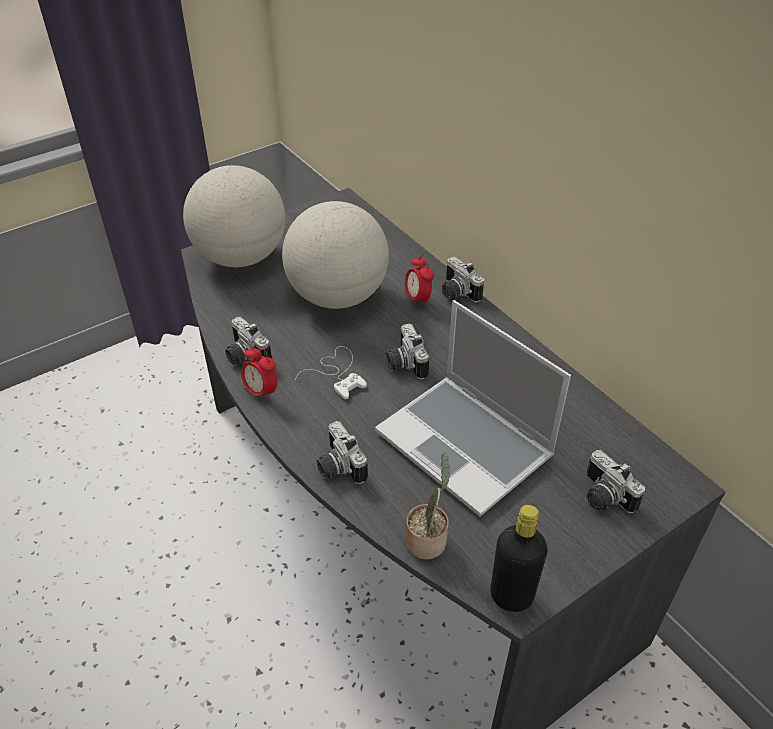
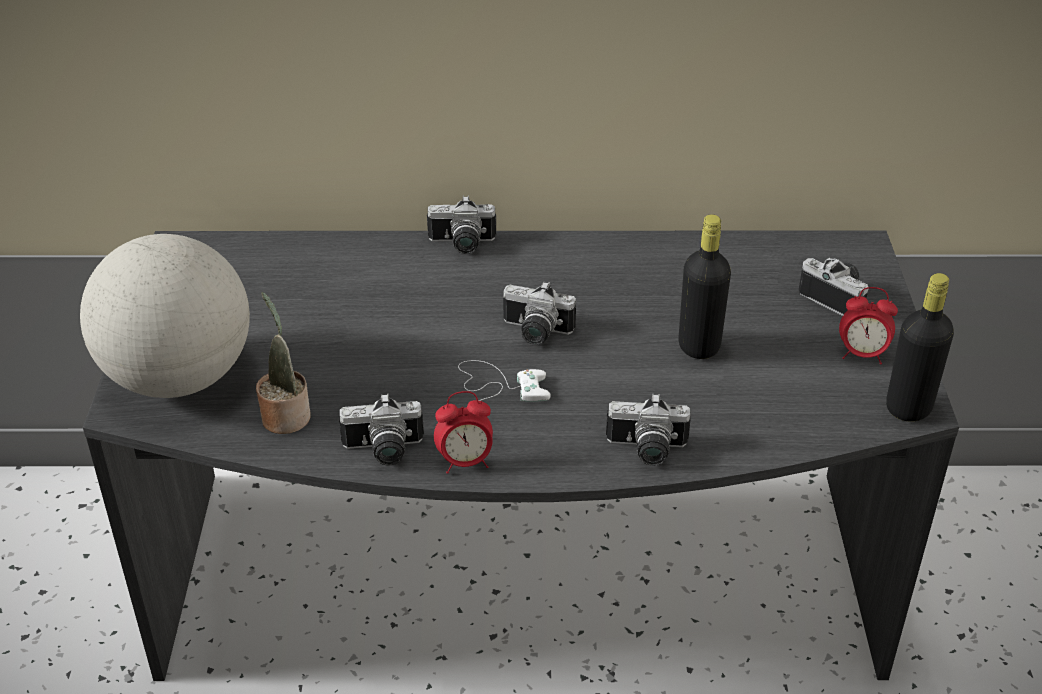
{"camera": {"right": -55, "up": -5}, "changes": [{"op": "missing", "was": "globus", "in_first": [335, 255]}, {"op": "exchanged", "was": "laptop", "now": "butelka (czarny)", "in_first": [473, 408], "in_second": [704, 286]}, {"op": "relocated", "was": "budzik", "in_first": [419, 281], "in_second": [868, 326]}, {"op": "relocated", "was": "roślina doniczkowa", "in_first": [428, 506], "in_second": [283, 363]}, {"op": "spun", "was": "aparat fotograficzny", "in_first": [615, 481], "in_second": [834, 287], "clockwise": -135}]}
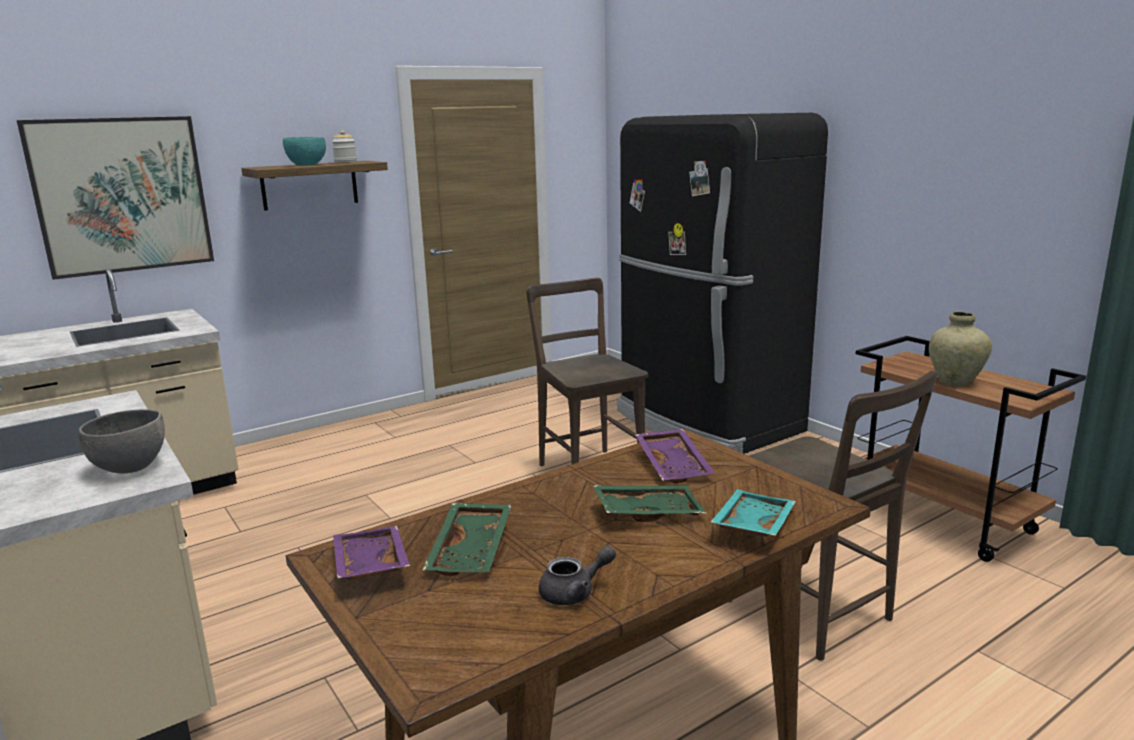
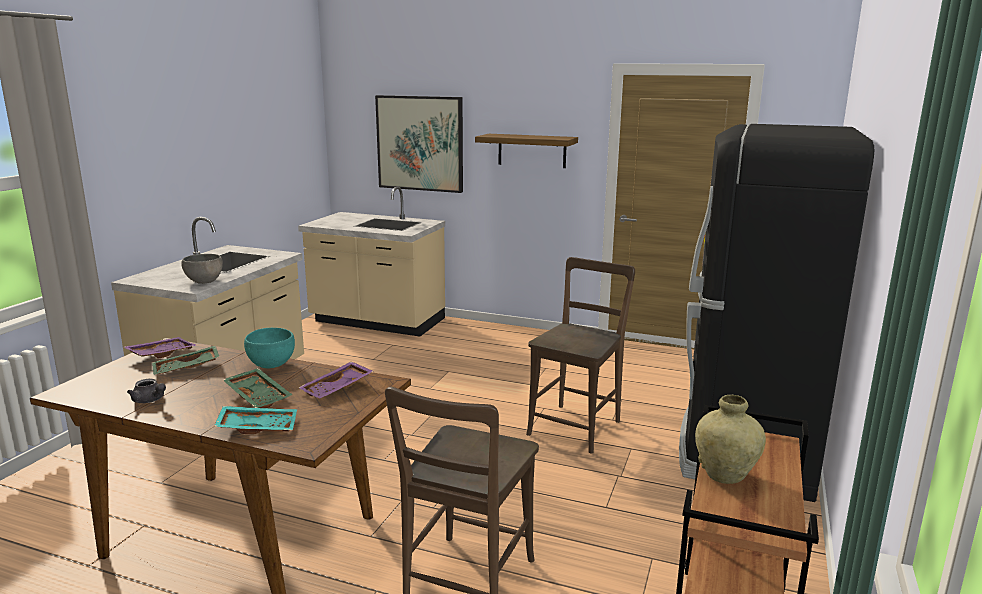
{"camera": {"right": 55, "up": 0}, "changes": [{"op": "relocated", "was": "miska (turkusowy)", "in_first": [304, 151], "in_second": [269, 348]}, {"op": "missing", "was": "słoik", "in_first": [344, 147]}]}
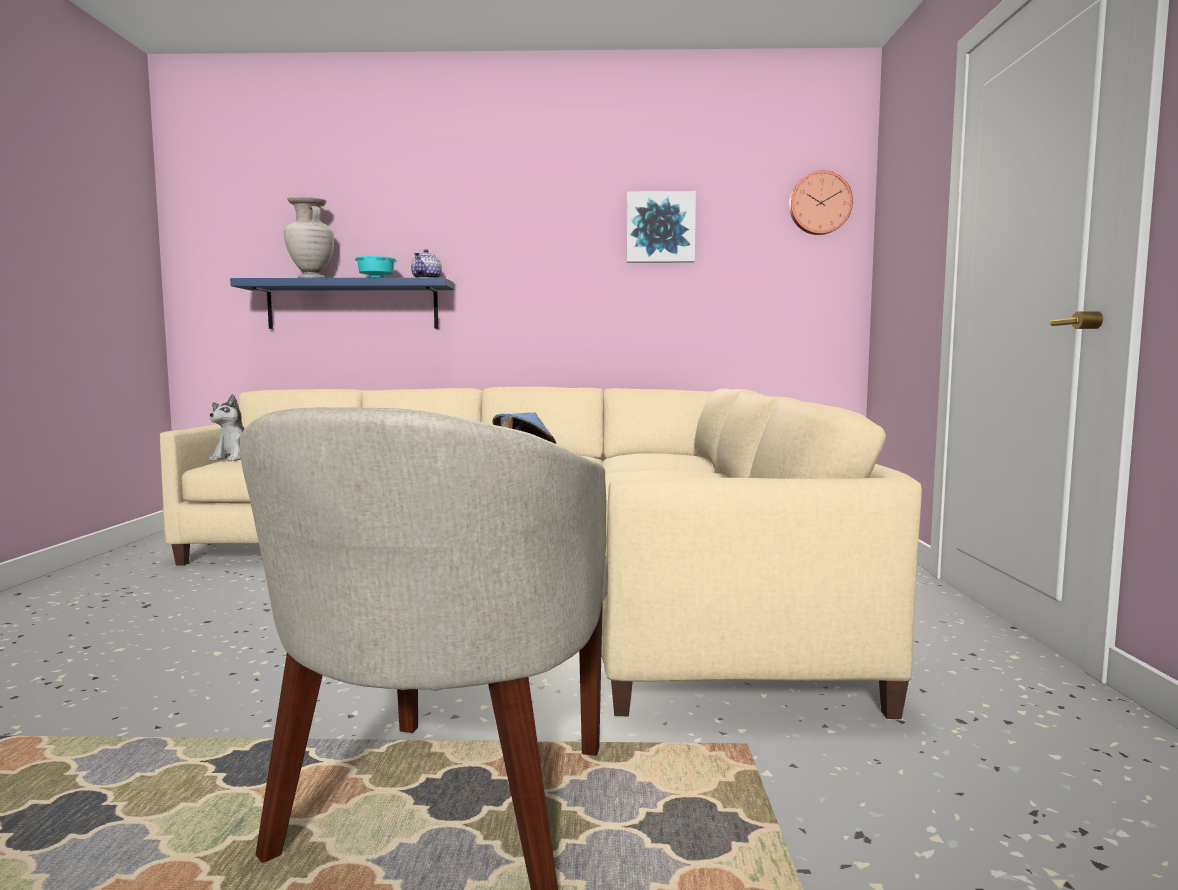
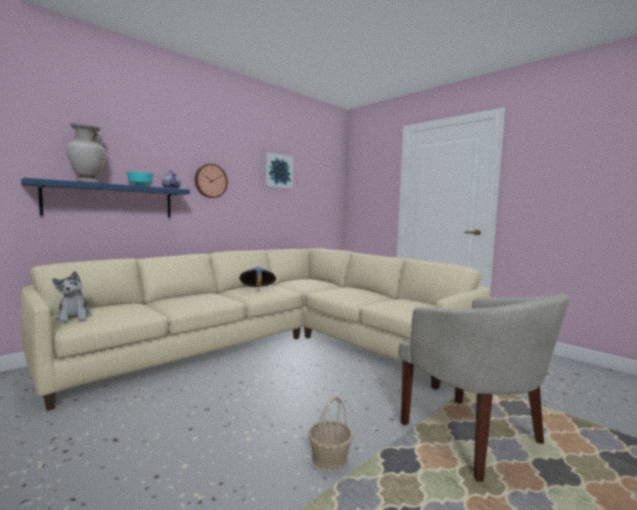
{"camera": {"right": -45, "up": 0}, "changes": [{"op": "relocated", "was": "zegar ścienny", "in_first": [821, 202], "in_second": [211, 181]}, {"op": "appeared", "now": "koszyk", "in_second": [331, 434]}]}
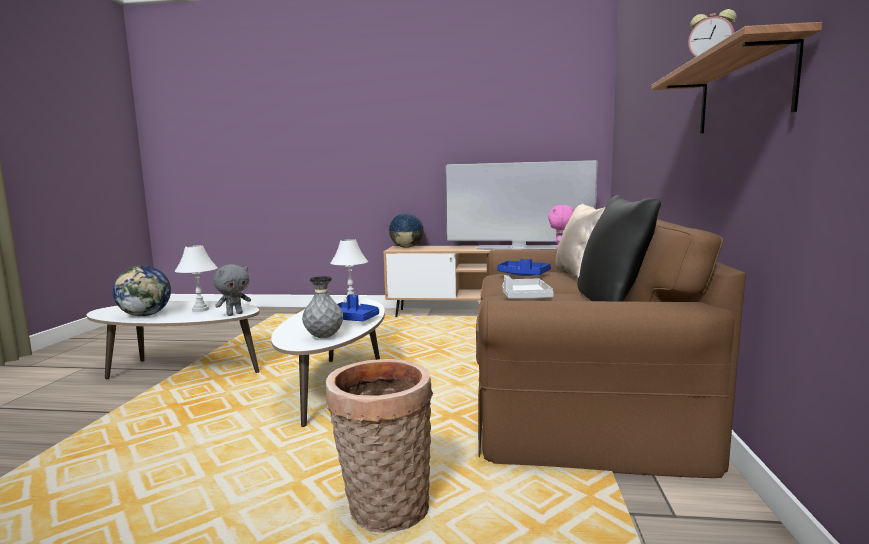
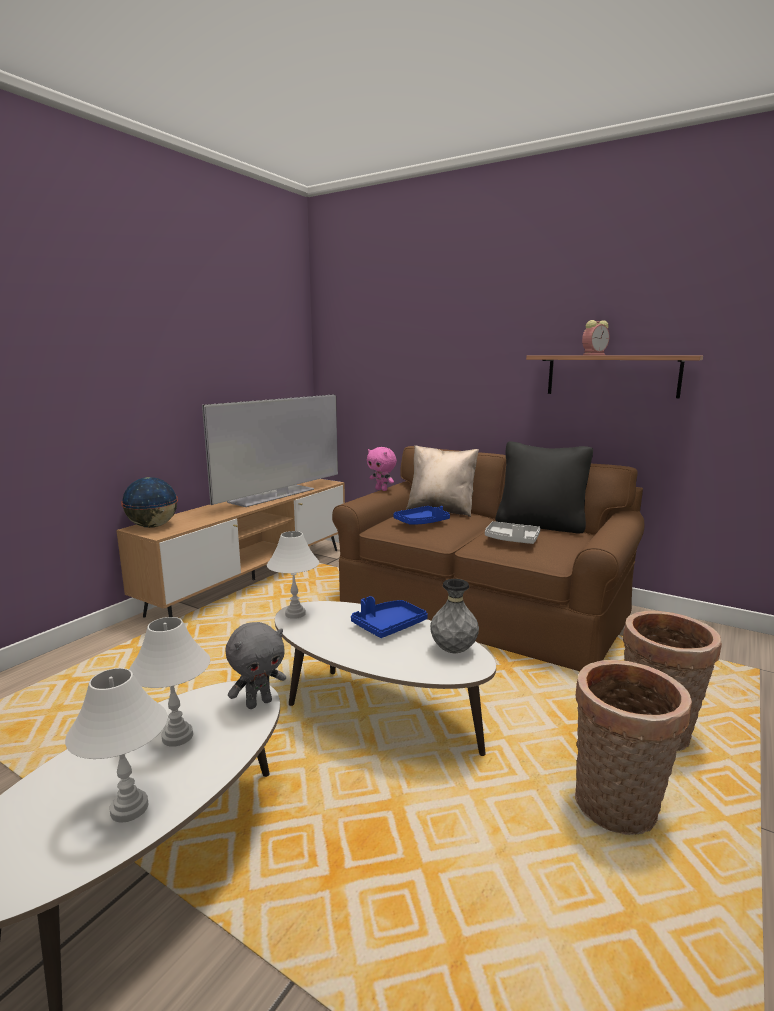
{"camera": {"right": -65, "up": 5}, "changes": [{"op": "exchanged", "was": "globus", "now": "lampa stołowa (biały)", "in_first": [142, 290], "in_second": [116, 745]}, {"op": "spun", "was": "pluszak (szary)", "in_first": [232, 290], "in_second": [256, 665], "clockwise": 75}, {"op": "appeared", "now": "koszyk", "in_second": [633, 747]}]}
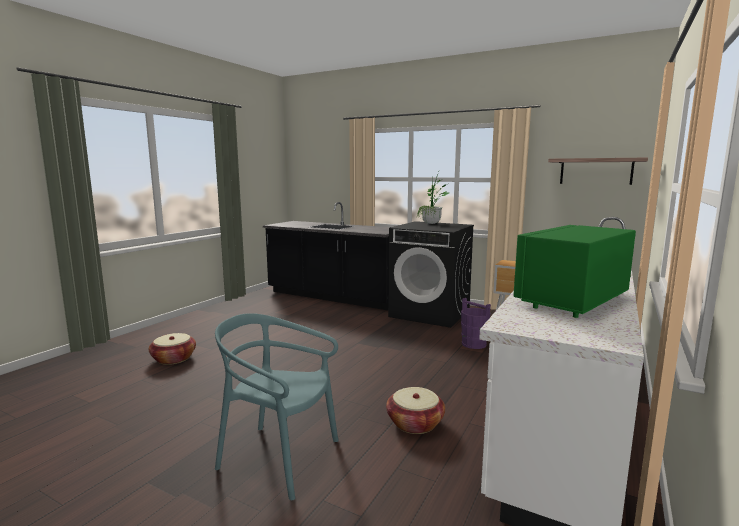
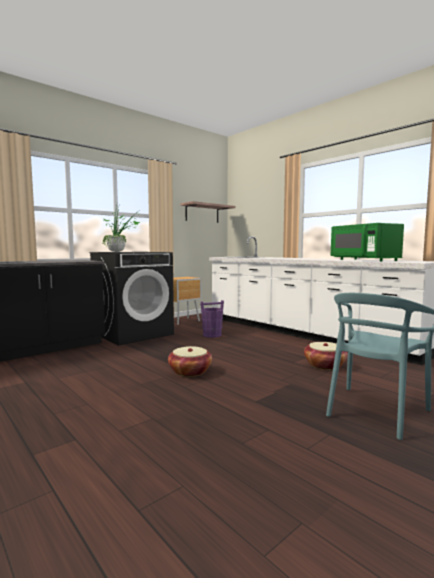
{"camera": {"right": -70, "up": -5}, "changes": [{"op": "relocated", "was": "koszyk", "in_first": [172, 349], "in_second": [190, 361]}]}
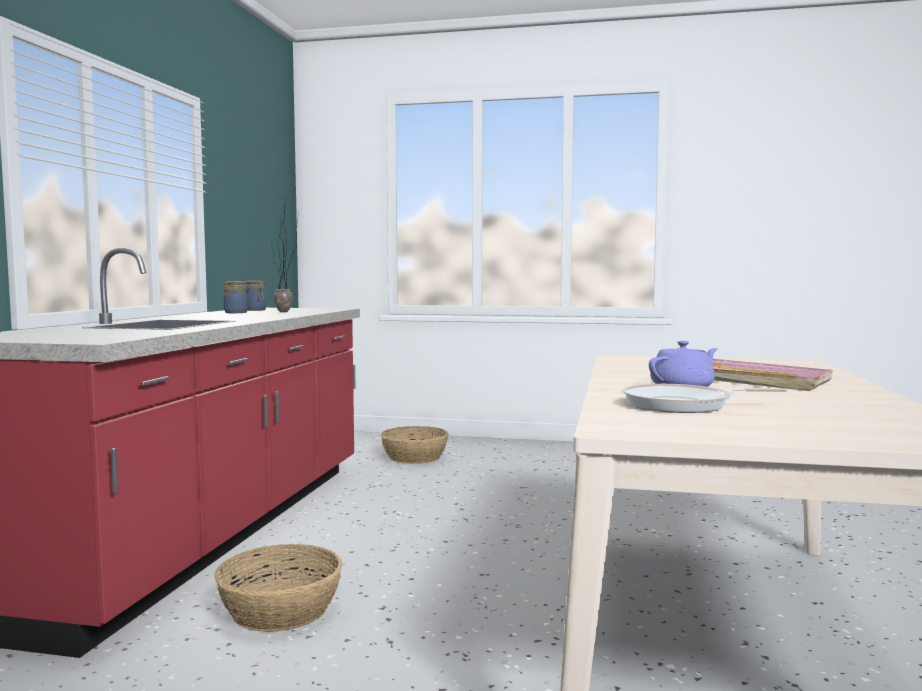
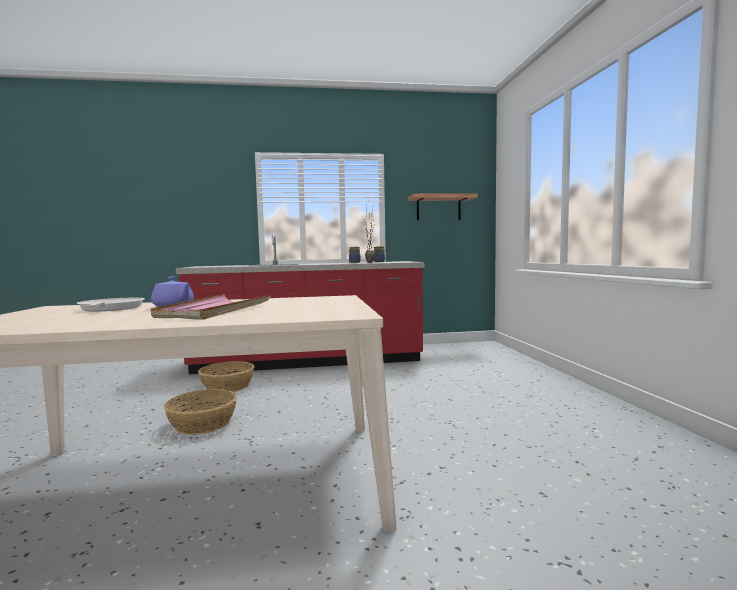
{"camera": {"right": 70, "up": 0}, "changes": [{"op": "relocated", "was": "koszyk", "in_first": [414, 445], "in_second": [200, 412]}, {"op": "appeared", "now": "półka", "in_second": [443, 206]}]}
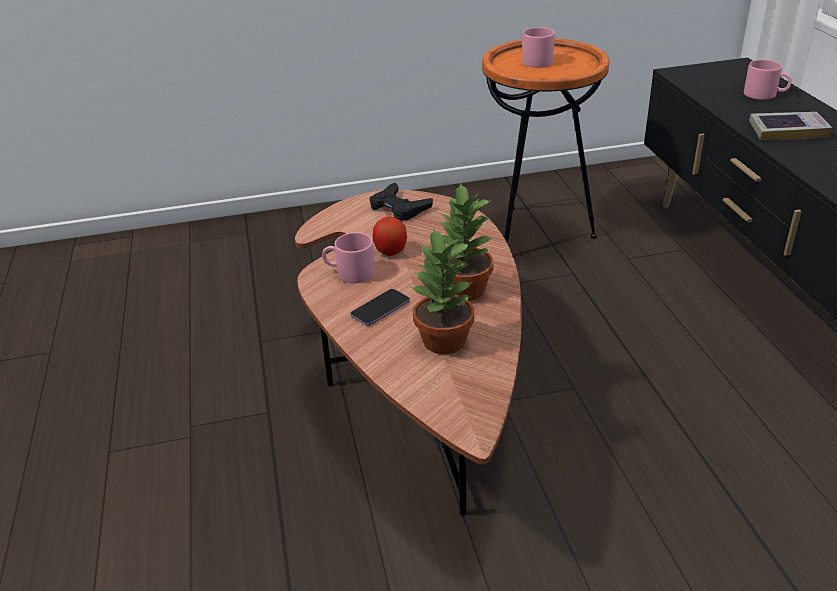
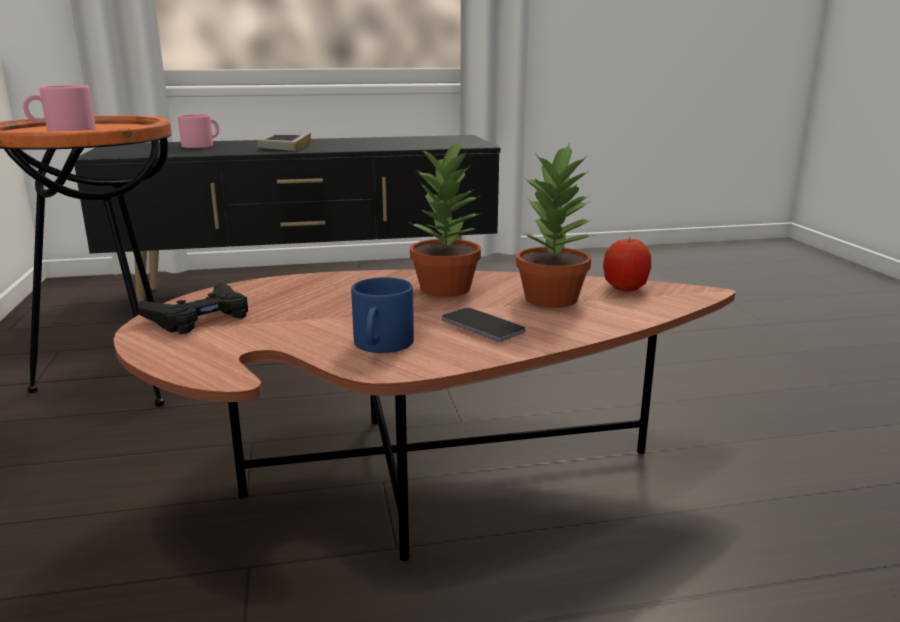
{"camera": {"right": -90, "up": -15}, "changes": [{"op": "colour", "was": "kubek (różowy)", "now": "kubek (niebieski)", "in_first": [348, 257], "in_second": [382, 315]}, {"op": "relocated", "was": "jabłko", "in_first": [390, 236], "in_second": [627, 264]}]}
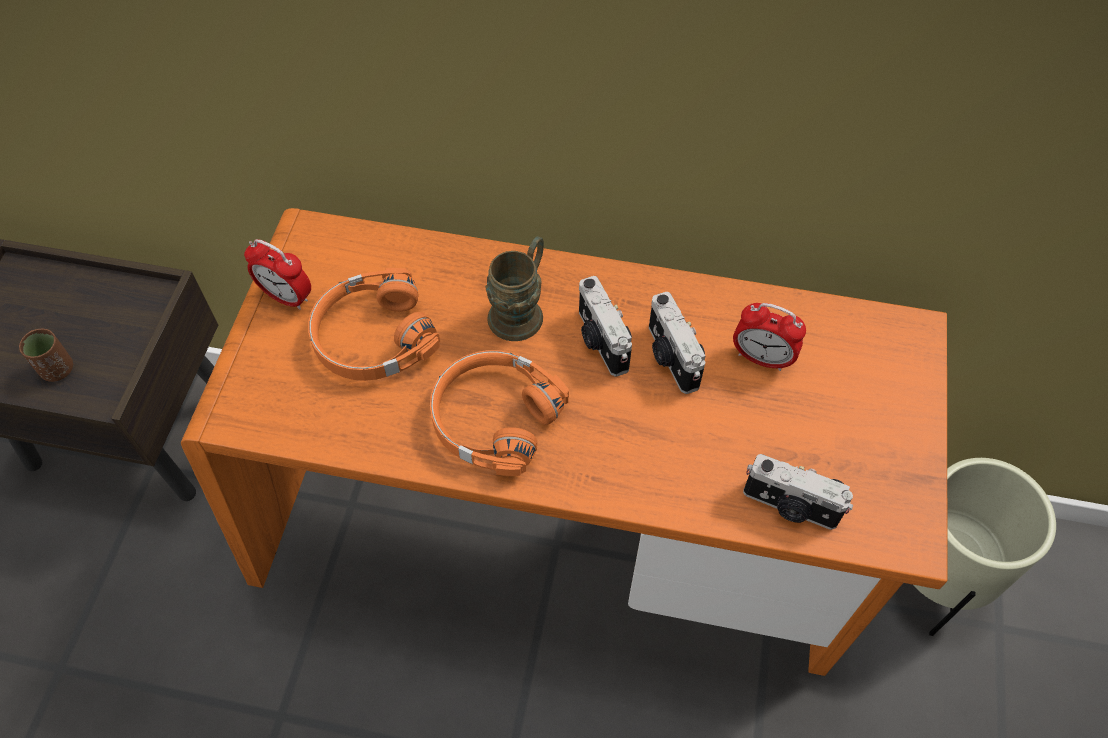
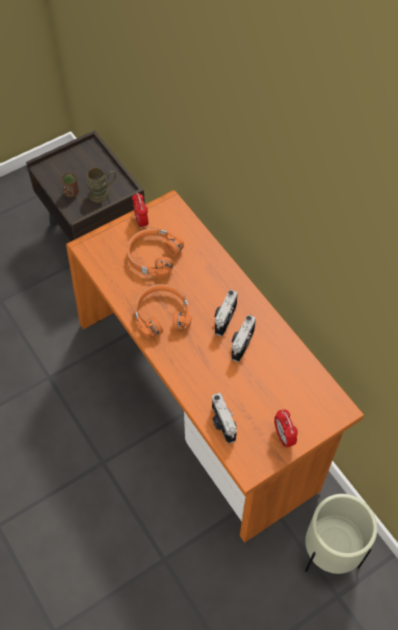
{"camera": {"right": 45, "up": 0}, "changes": [{"op": "relocated", "was": "kubek (brązowy)", "in_first": [514, 288], "in_second": [101, 185]}, {"op": "relocated", "was": "budzik", "in_first": [769, 337], "in_second": [286, 428]}]}
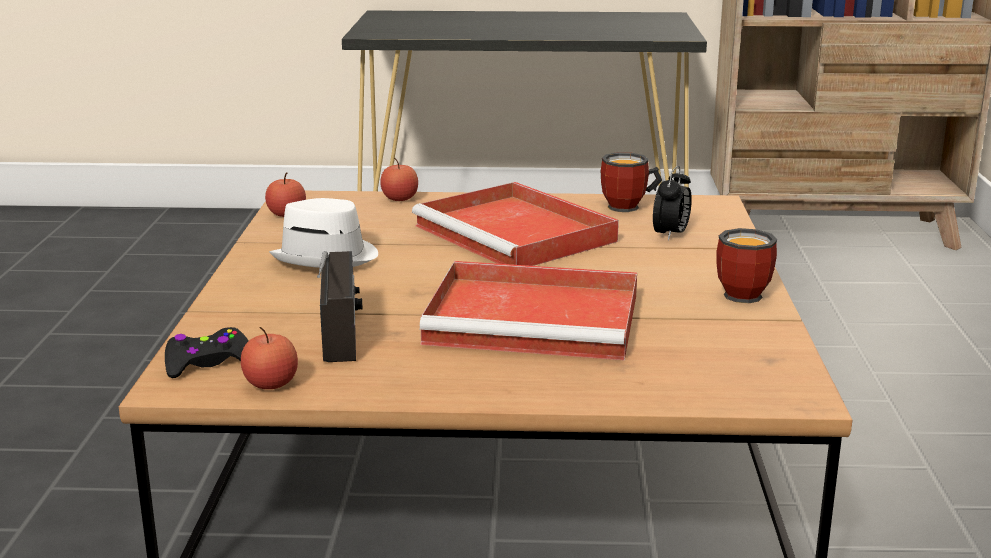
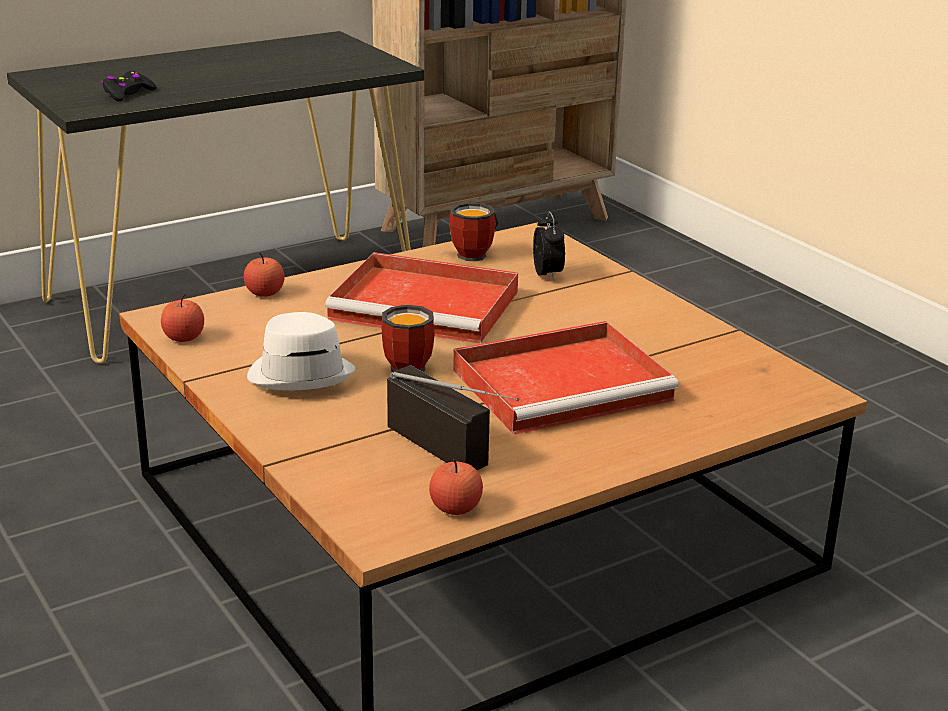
{"camera": {"right": -35, "up": 5}, "changes": [{"op": "relocated", "was": "pad do gier (czarny)", "in_first": [206, 352], "in_second": [129, 86]}, {"op": "relocated", "was": "kubek", "in_first": [746, 265], "in_second": [408, 338]}]}
